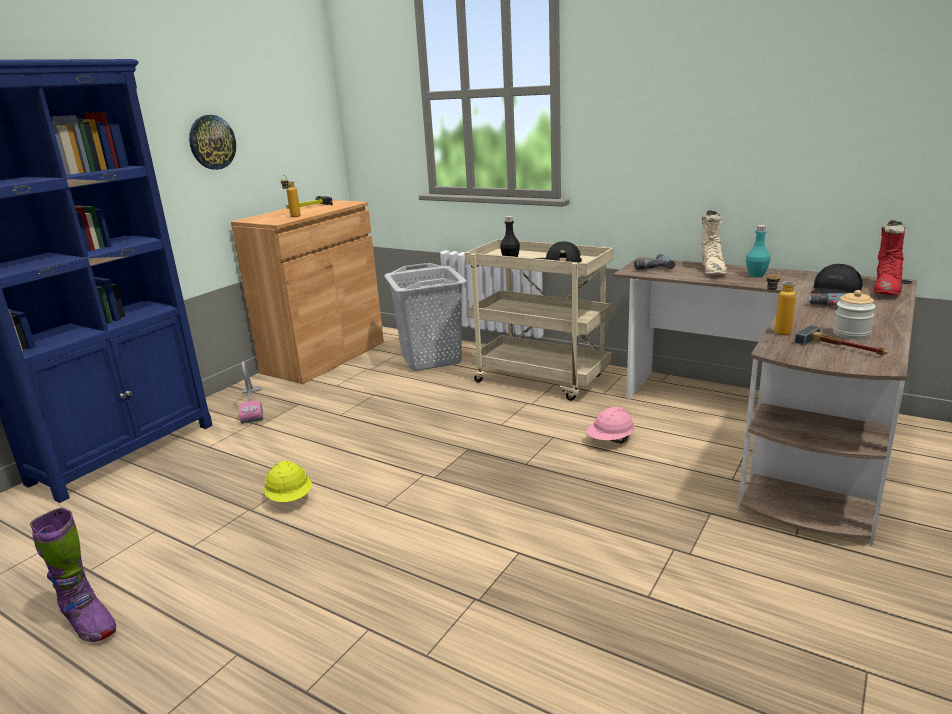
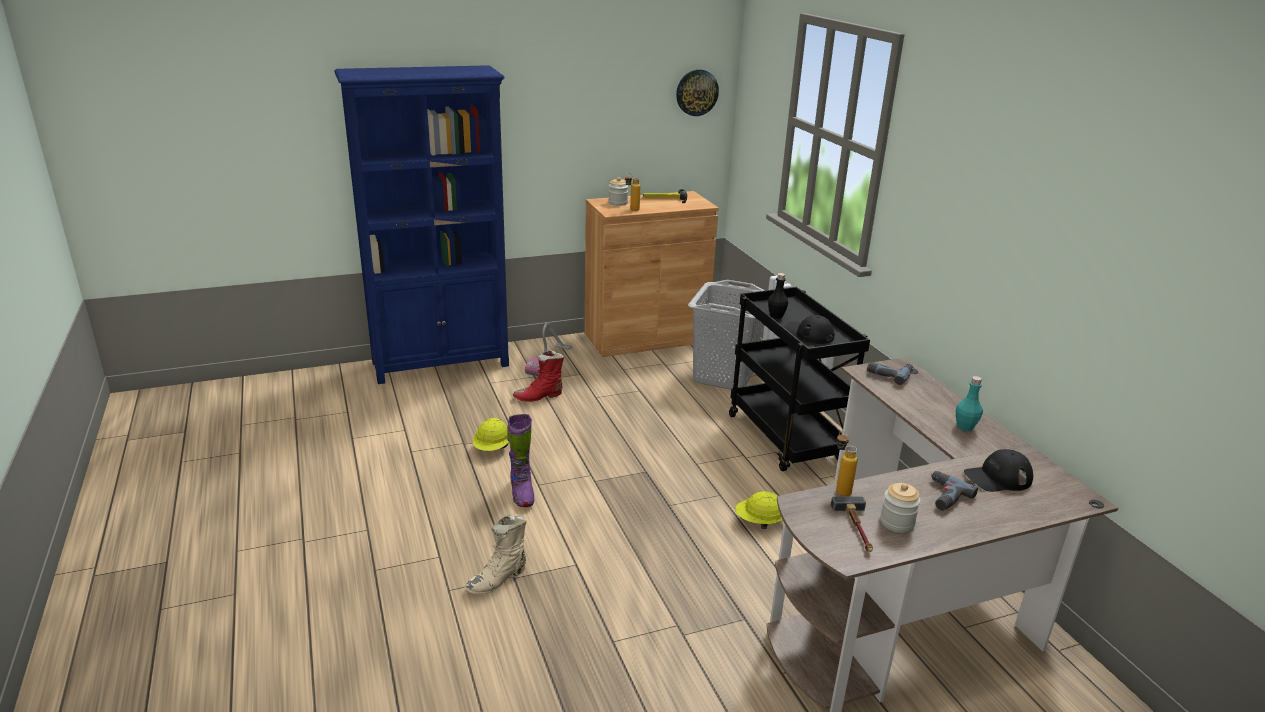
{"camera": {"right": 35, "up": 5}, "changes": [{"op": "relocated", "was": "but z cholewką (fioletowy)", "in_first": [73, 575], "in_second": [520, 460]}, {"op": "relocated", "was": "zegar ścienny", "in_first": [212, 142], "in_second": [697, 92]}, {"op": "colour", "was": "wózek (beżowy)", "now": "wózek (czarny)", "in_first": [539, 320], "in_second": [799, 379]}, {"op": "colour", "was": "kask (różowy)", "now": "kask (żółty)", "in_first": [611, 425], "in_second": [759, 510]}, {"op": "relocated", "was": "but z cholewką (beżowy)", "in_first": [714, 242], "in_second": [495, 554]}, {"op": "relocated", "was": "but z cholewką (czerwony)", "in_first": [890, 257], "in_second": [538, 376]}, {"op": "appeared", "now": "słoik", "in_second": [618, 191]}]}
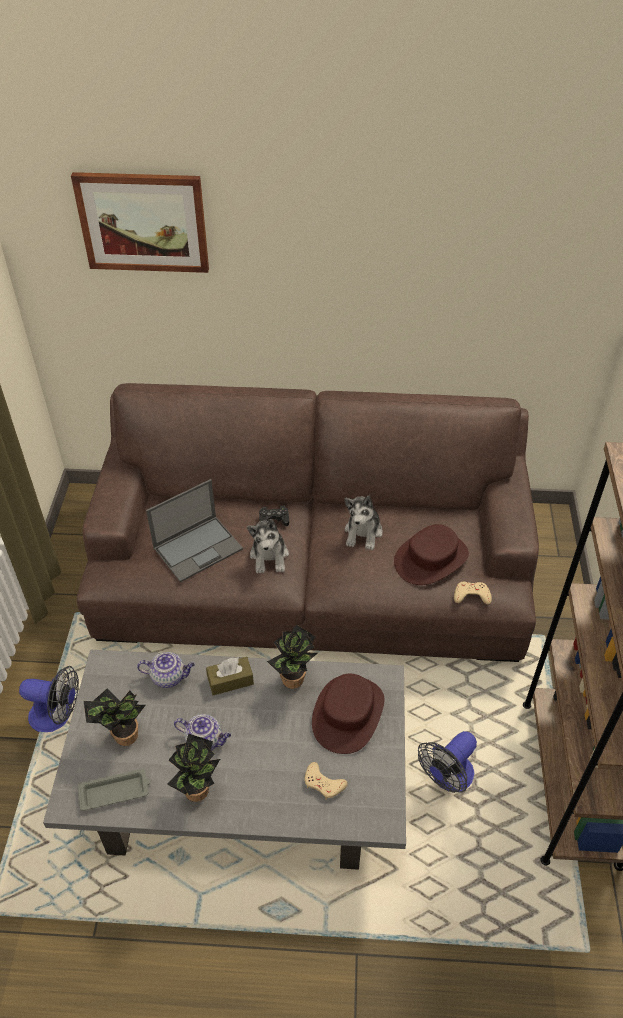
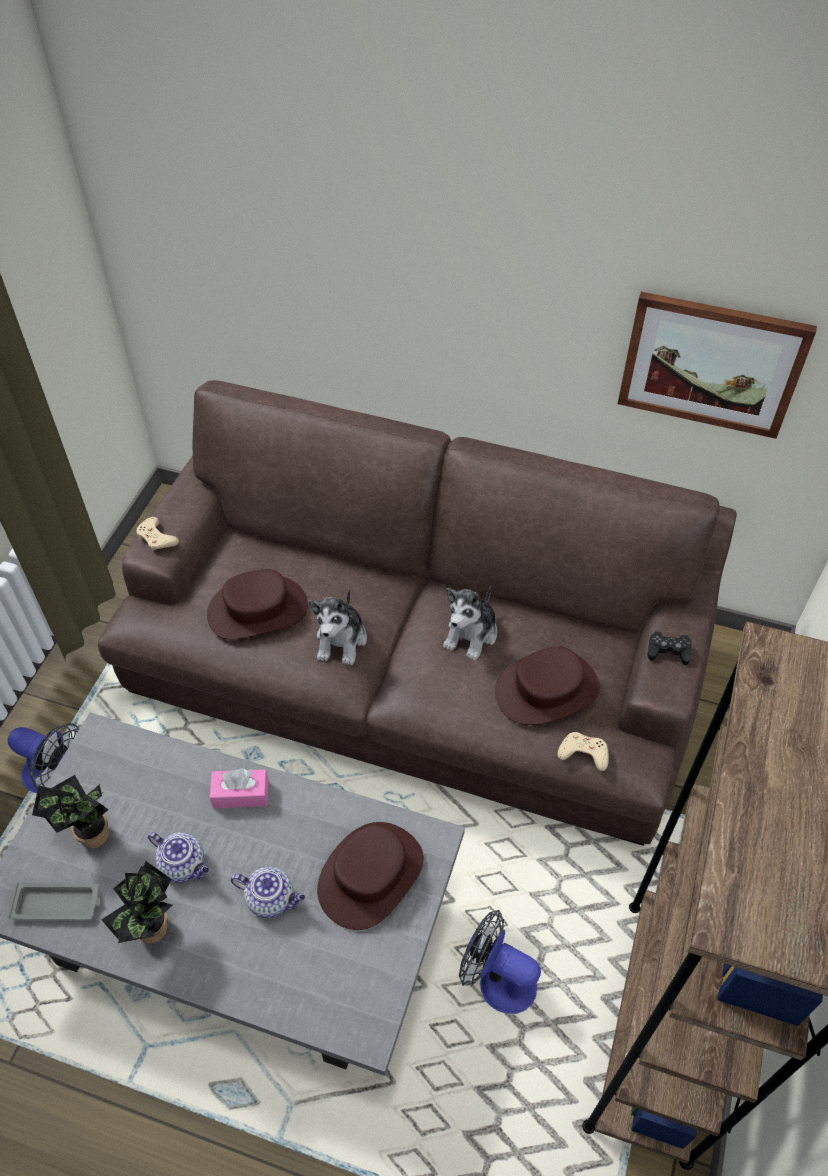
{"camera": {"right": 15, "up": 5}, "changes": [{"op": "relocated", "was": "obraz", "in_first": [140, 222], "in_second": [717, 365]}, {"op": "relocated", "was": "imbryk", "in_first": [166, 670], "in_second": [268, 892]}, {"op": "exchanged", "was": "laptop", "now": "kapelusz (brązowy)", "in_first": [194, 530], "in_second": [257, 604]}, {"op": "colour", "was": "pudełko chusteczek (brązowy)", "now": "pudełko chusteczek (różowy)", "in_first": [230, 676], "in_second": [239, 788]}, {"op": "relocated", "was": "pad do gier (czarny)", "in_first": [274, 516], "in_second": [670, 648]}, {"op": "missing", "was": "roślina doniczkowa", "in_first": [292, 657]}, {"op": "relocated", "was": "pad do gier (beżowy)", "in_first": [326, 781], "in_second": [157, 534]}, {"op": "spun", "was": "wentylator", "in_first": [447, 762], "in_second": [500, 962], "clockwise": 60}]}
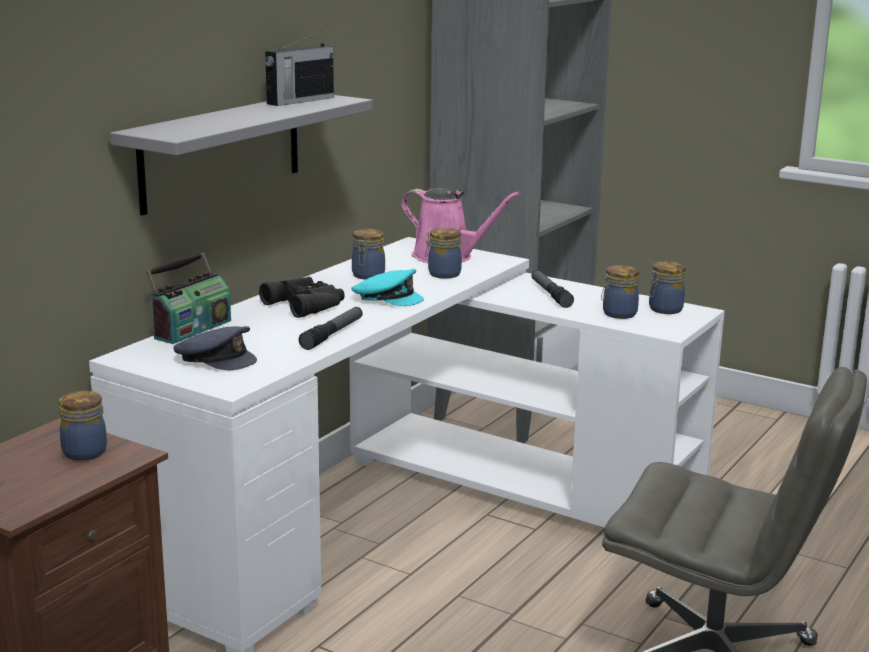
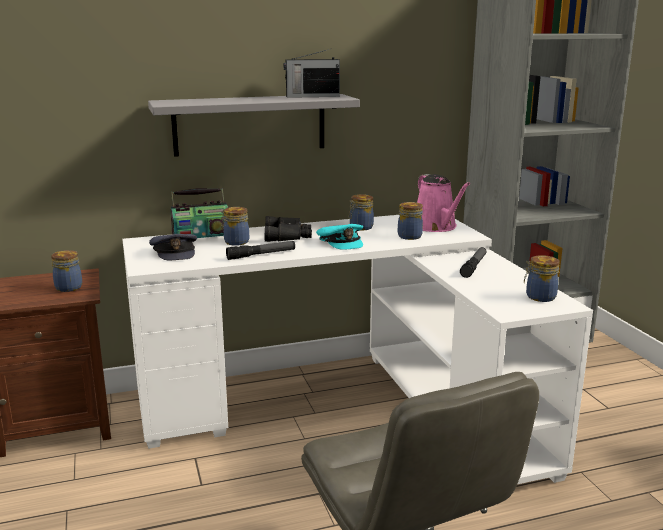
{"camera": {"right": 40, "up": 0}, "changes": [{"op": "relocated", "was": "słoik", "in_first": [620, 292], "in_second": [235, 226]}]}
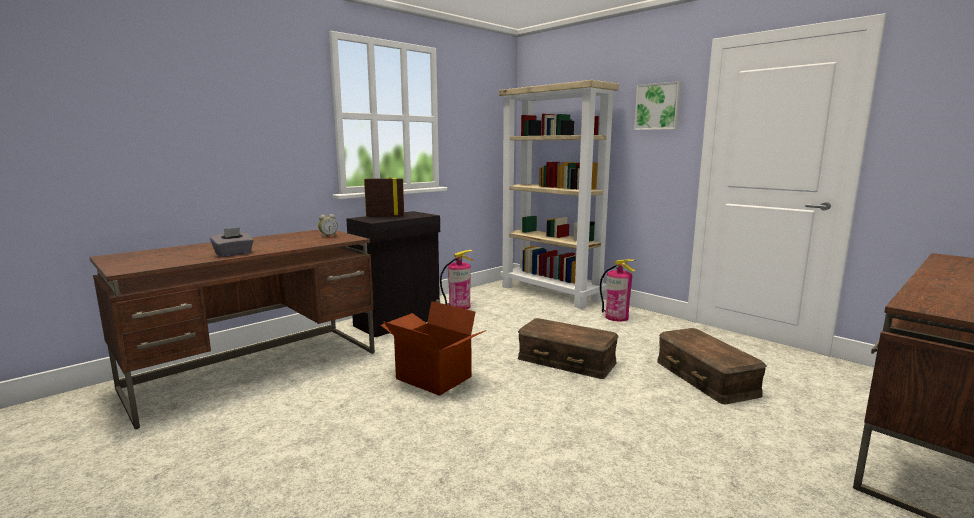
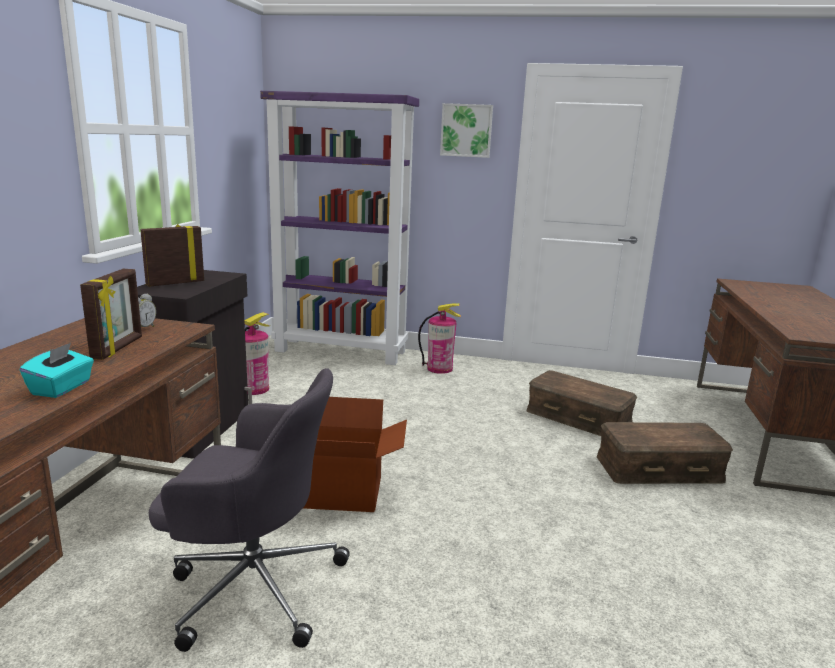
{"camera": {"right": -35, "up": 5}, "changes": [{"op": "colour", "was": "pudełko chusteczek (szary)", "now": "pudełko chusteczek (turkusowy)", "in_first": [232, 242], "in_second": [57, 370]}, {"op": "colour", "was": "regał (beżowy)", "now": "regał (fioletowy)", "in_first": [559, 194], "in_second": [339, 228]}, {"op": "relocated", "was": "pojemnik do przechowywania (brązowy)", "in_first": [568, 348], "in_second": [665, 453]}, {"op": "appeared", "now": "ramka na zdjęcie", "in_second": [111, 314]}, {"op": "appeared", "now": "krzesło biurowe (szary)", "in_second": [249, 510]}]}
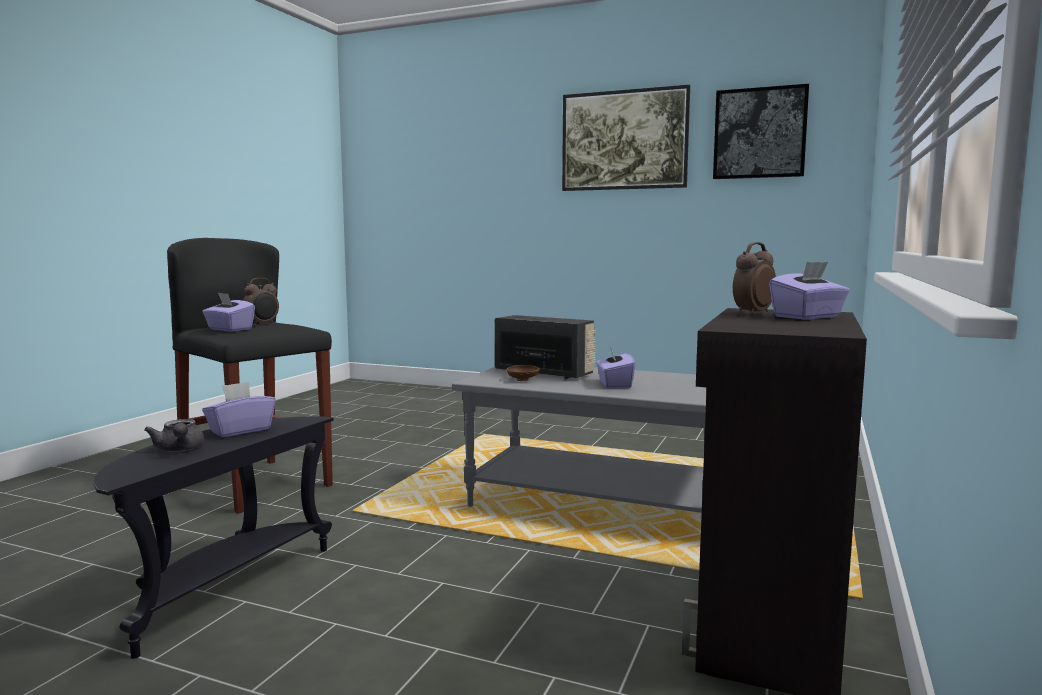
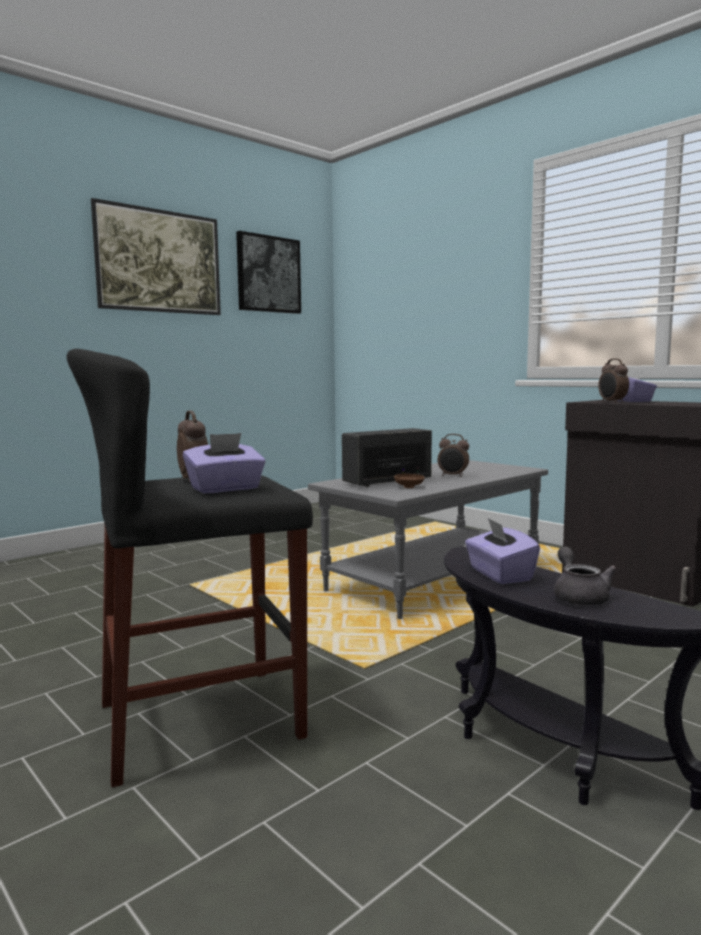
{"camera": {"right": -65, "up": 0}, "changes": [{"op": "spun", "was": "imbryk (szary)", "in_first": [174, 435], "in_second": [585, 576], "clockwise": -90}, {"op": "exchanged", "was": "pudełko chusteczek (fioletowy)", "now": "budzik", "in_first": [615, 367], "in_second": [453, 455]}]}
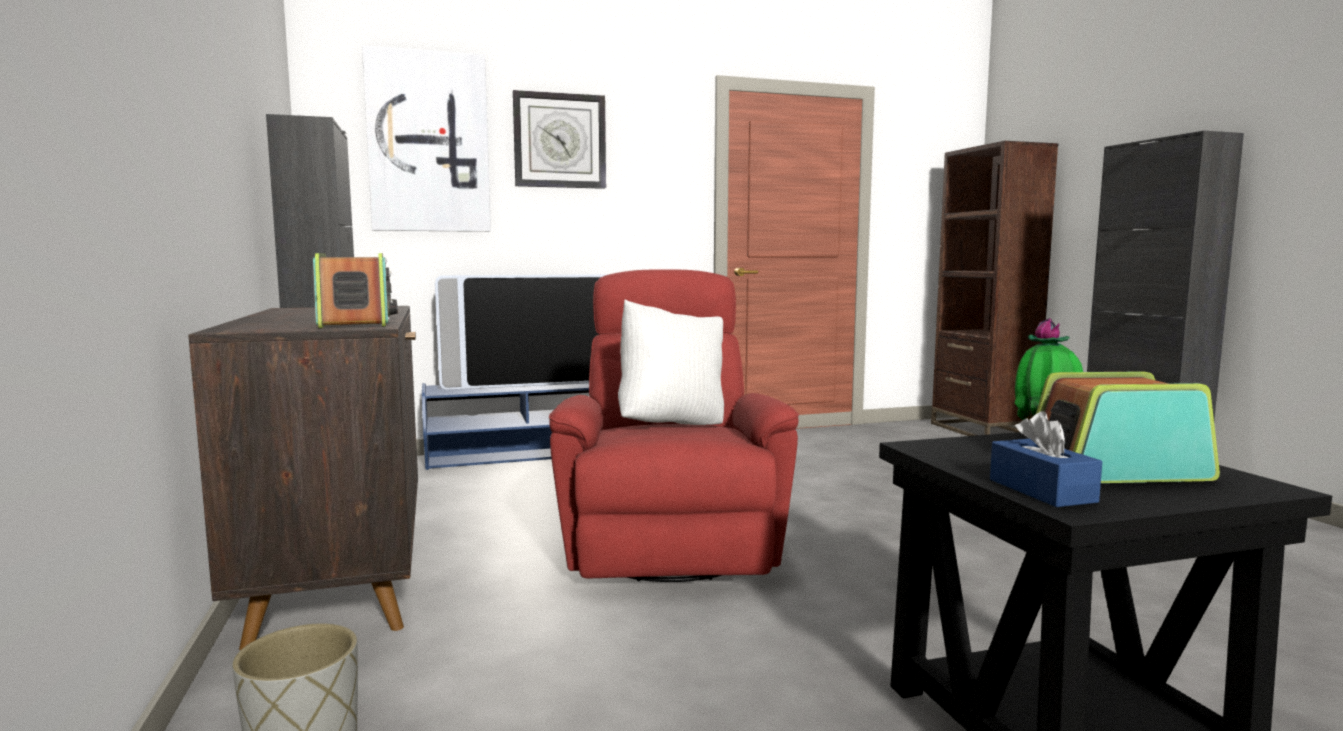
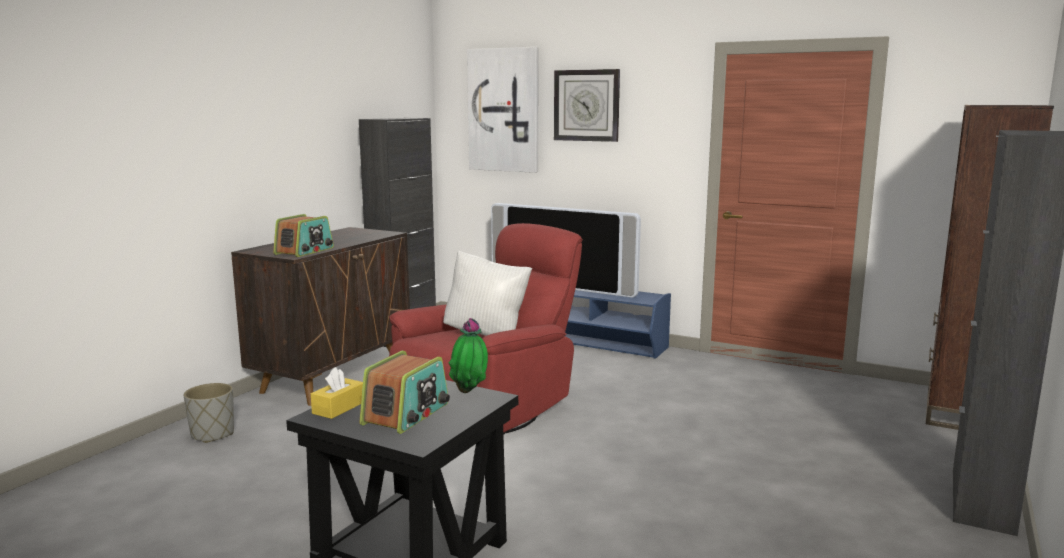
{"camera": {"right": 45, "up": 5}, "changes": [{"op": "colour", "was": "pudełko chusteczek (niebieski)", "now": "pudełko chusteczek (żółty)", "in_first": [1046, 459], "in_second": [337, 393]}, {"op": "spun", "was": "radio", "in_first": [1128, 427], "in_second": [405, 392], "clockwise": 75}]}
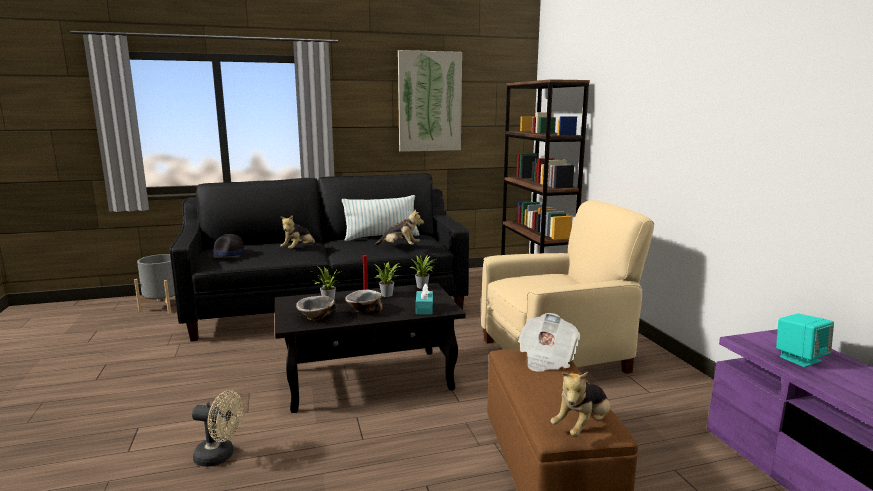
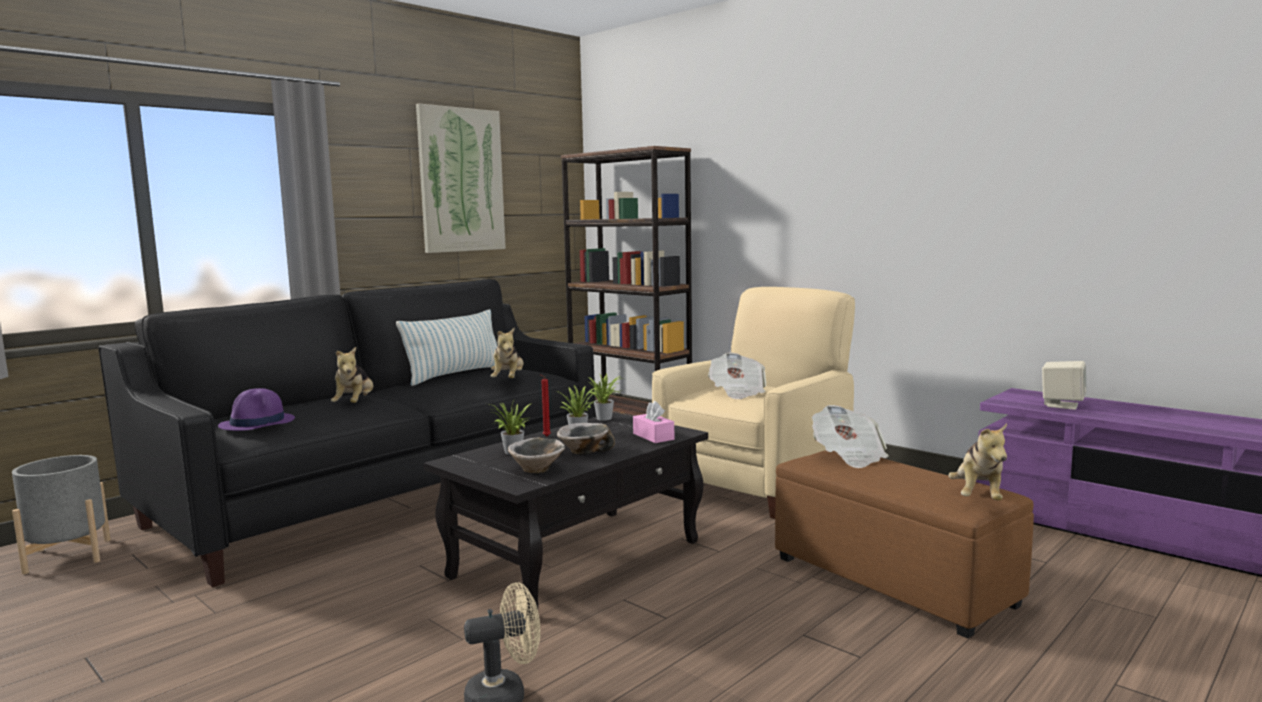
{"camera": {"right": -30, "up": -5}, "changes": [{"op": "colour", "was": "kapelusz (czarny)", "now": "kapelusz (fioletowy)", "in_first": [229, 246], "in_second": [256, 409]}, {"op": "spun", "was": "pluszak", "in_first": [399, 228], "in_second": [507, 353], "clockwise": 105}, {"op": "colour", "was": "pudełko chusteczek (turkusowy)", "now": "pudełko chusteczek (różowy)", "in_first": [424, 299], "in_second": [653, 422]}, {"op": "colour", "was": "głośnik (turkusowy)", "now": "głośnik (beżowy)", "in_first": [805, 340], "in_second": [1064, 385]}, {"op": "appeared", "now": "gazeta", "in_second": [737, 376]}]}
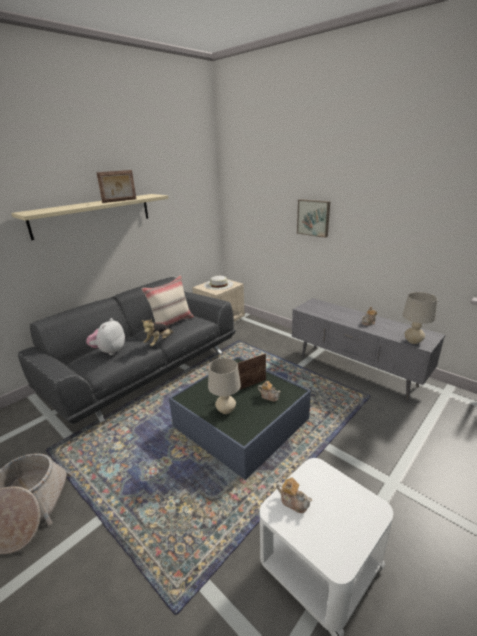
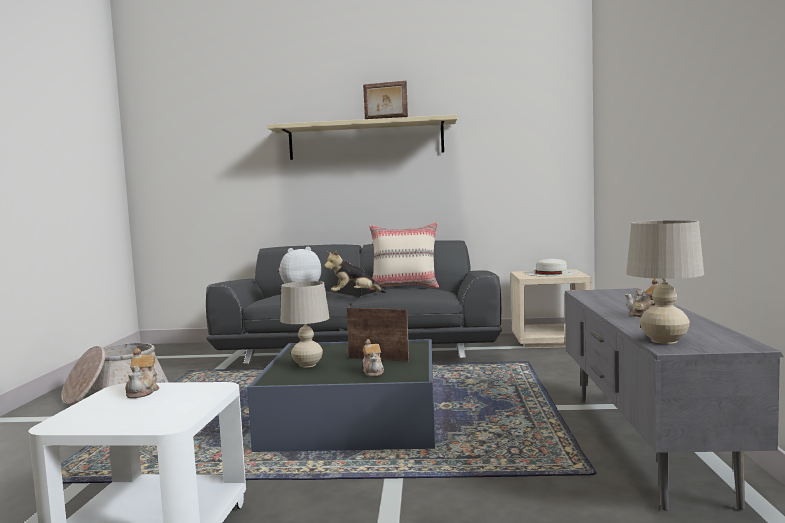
{"camera": {"right": 50, "up": -20}, "changes": [{"op": "missing", "was": "obraz", "in_first": [313, 218]}]}
